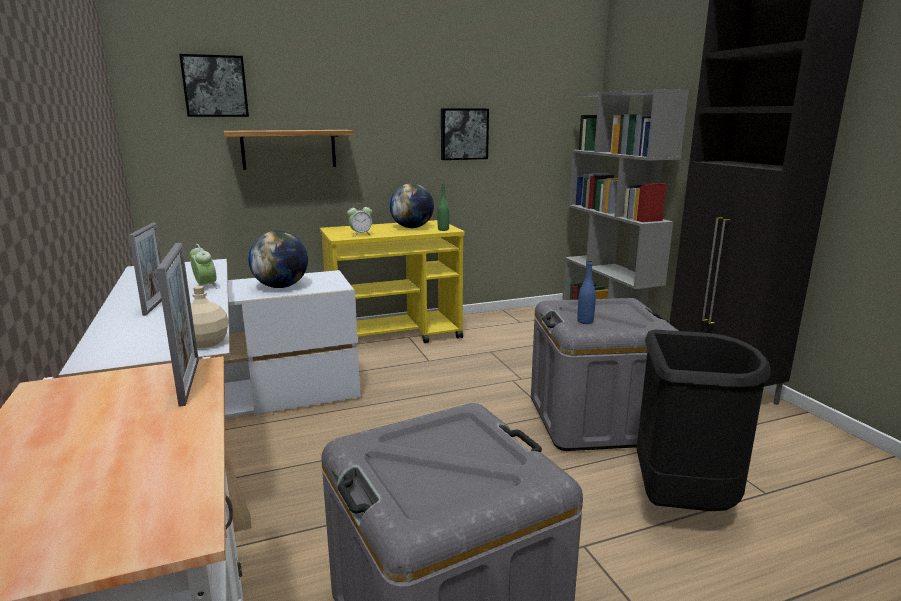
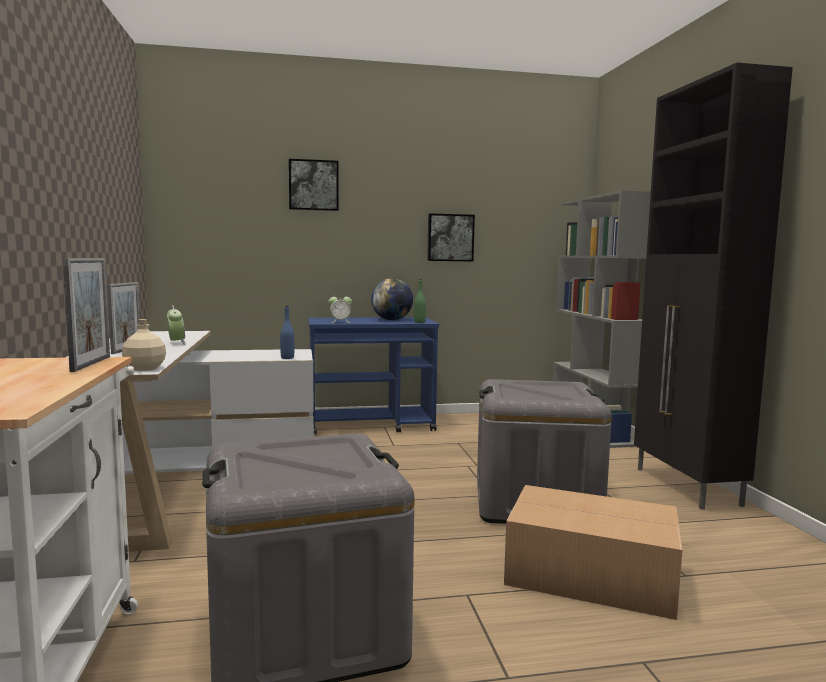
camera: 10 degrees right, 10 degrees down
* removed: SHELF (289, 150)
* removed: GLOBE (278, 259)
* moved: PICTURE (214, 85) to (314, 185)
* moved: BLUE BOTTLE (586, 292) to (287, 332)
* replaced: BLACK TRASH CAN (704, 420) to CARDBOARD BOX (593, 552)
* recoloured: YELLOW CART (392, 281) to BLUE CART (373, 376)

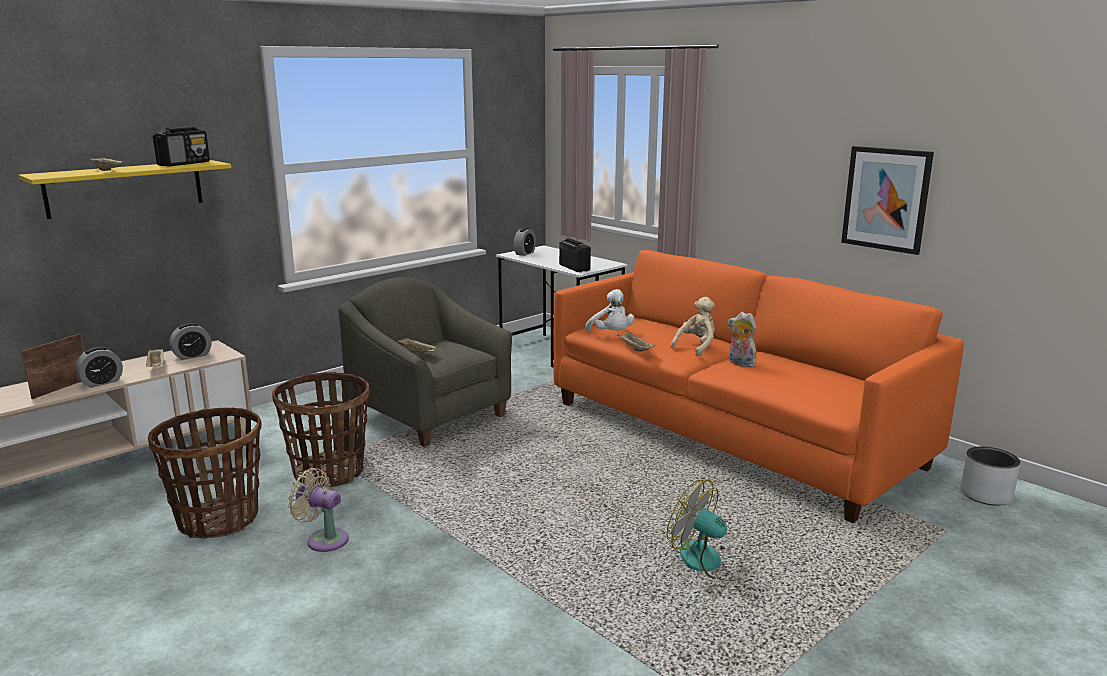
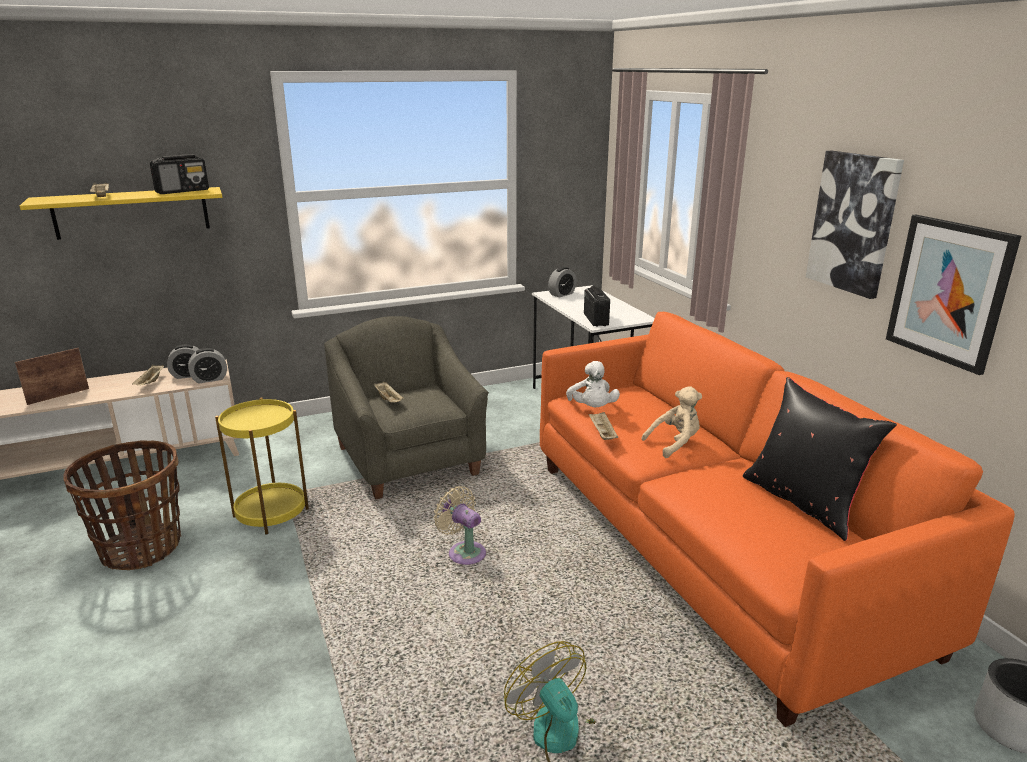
camera: 20 degrees right, 5 degrees up
* removed: PLUSH TOY (742, 339)
* added: BLACK PILLOW (820, 459)
* added: PICTURE (855, 225)
* moved: ALARM CLOCK (99, 367) to (207, 365)
* moved: BEIGE FAN (318, 510) to (460, 525)
* replaced: BASKET (321, 430) to YELLOW SIDE TABLE (262, 466)

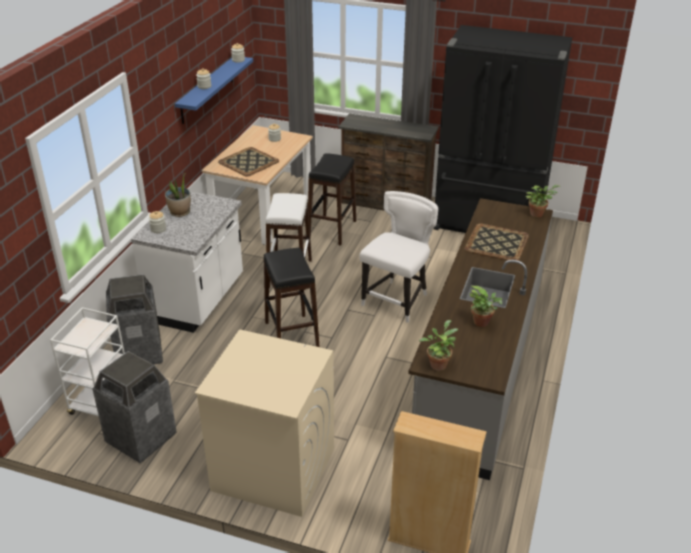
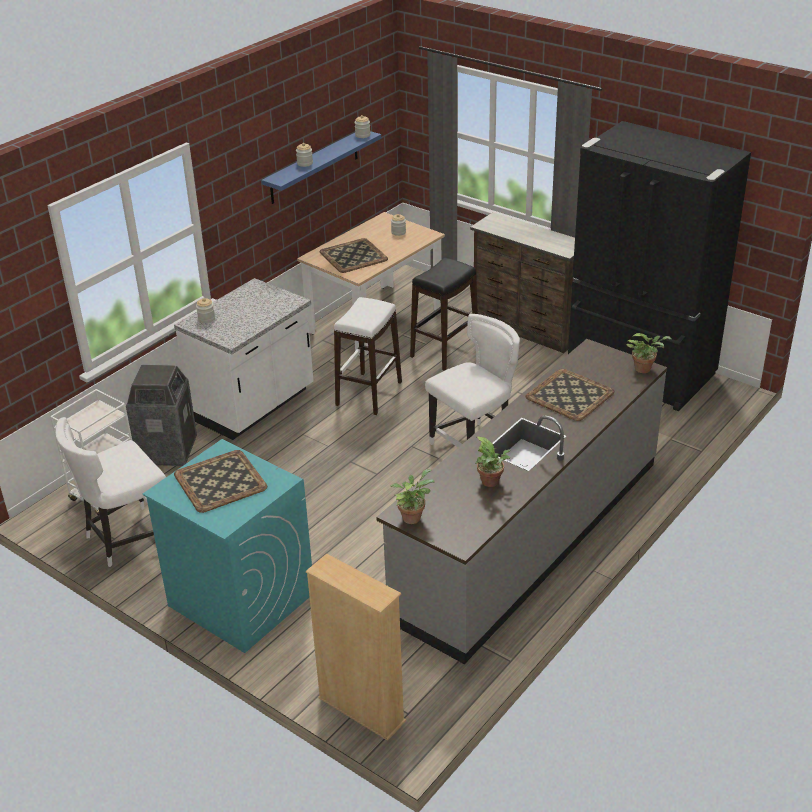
camera: 20 degrees right, 0 degrees up
* removed: POTTED PLANT (178, 195)
* removed: BLACK STOOL (292, 297)
* added: TRAY (220, 481)
* replaced: TRASH CAN (134, 407) to WHITE CHAIR (111, 492)
* recoloured: BEIGE WASHING MACHINE (264, 423) to TURQUOISE WASHING MACHINE (227, 546)

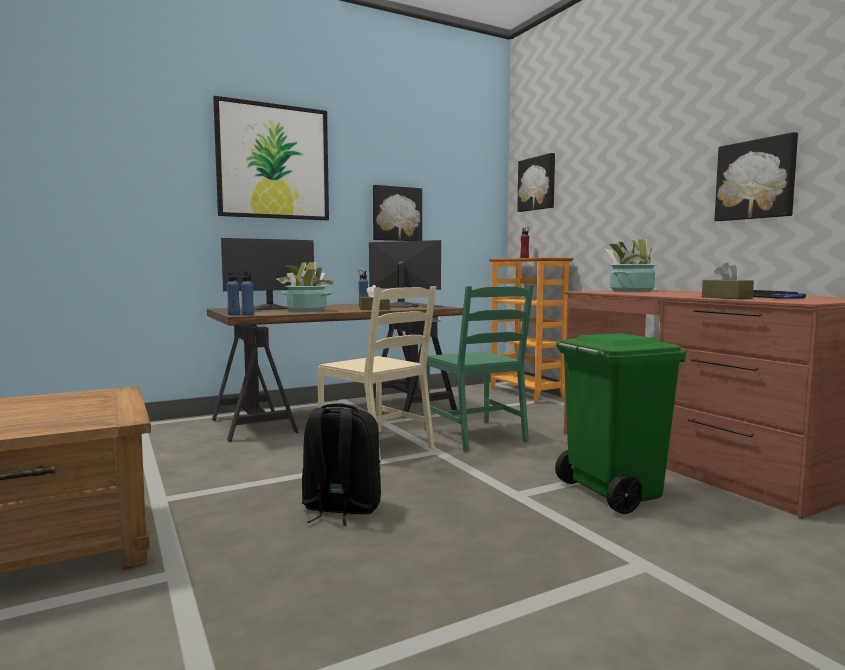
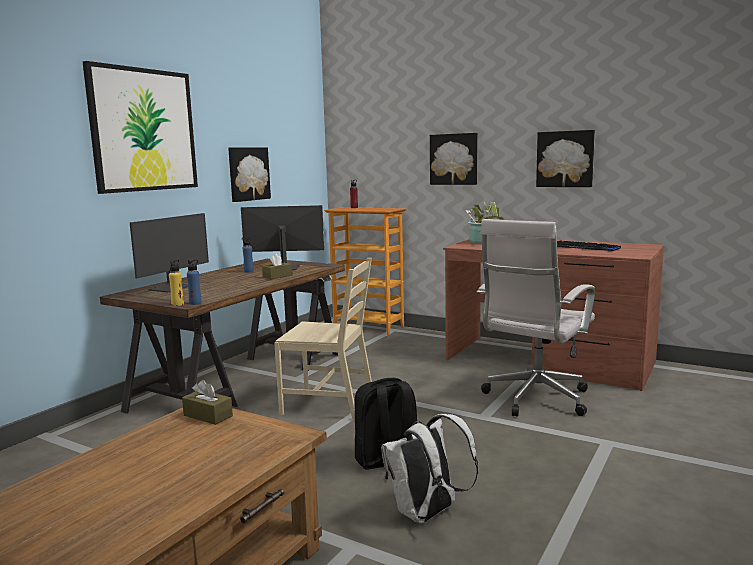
camera: 30 degrees left, 5 degrees up
* removed: POTTED PLANT (305, 287)
* removed: GREEN CHAIR (479, 368)
* added: WHITE BACKPACK (429, 469)
* moved: PICTURE (536, 182) to (454, 159)
* moved: BROWN TISSUE BOX (728, 281) to (207, 402)
* replaced: GREEN TRASH CAN (620, 423) to WHITE OFFICE CHAIR (536, 318)
* recoloured: BLUE BOTTLE (233, 293) to YELLOW BOTTLE (176, 283)

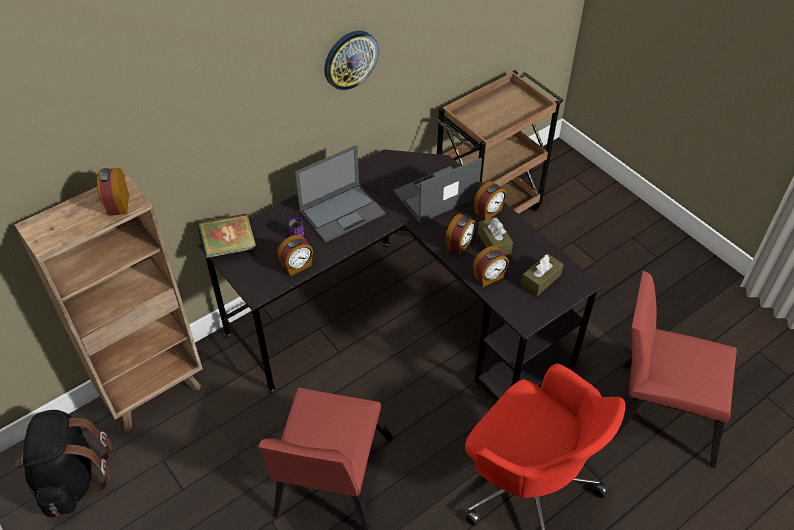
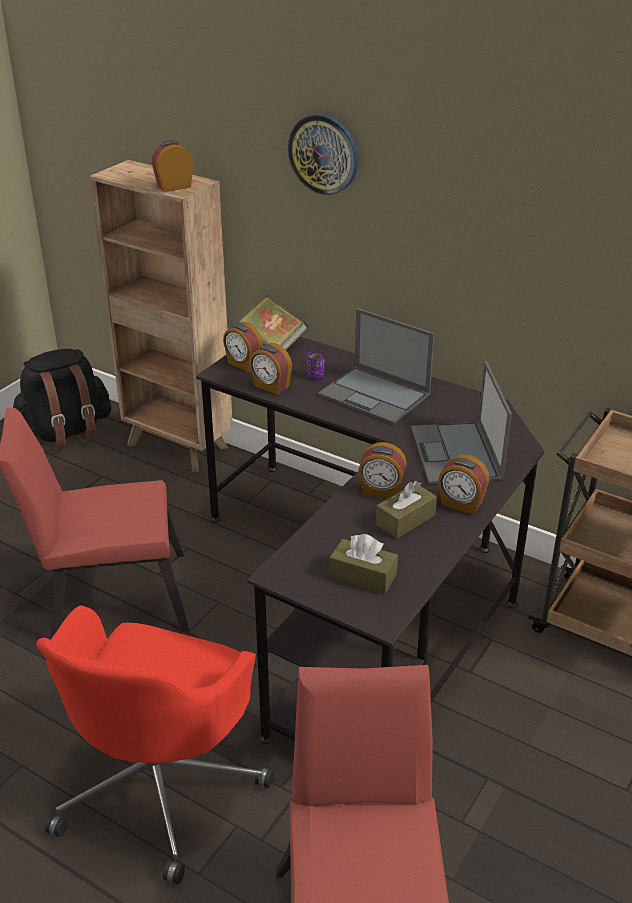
camera: 70 degrees right, 15 degrees down
* moved: WALL CLOCK (351, 60) to (323, 154)
* moved: ALARM CLOCK (491, 266) to (243, 347)
* turned: LAPTOP (437, 190) = (461, 422) 135 degrees counterclockwise

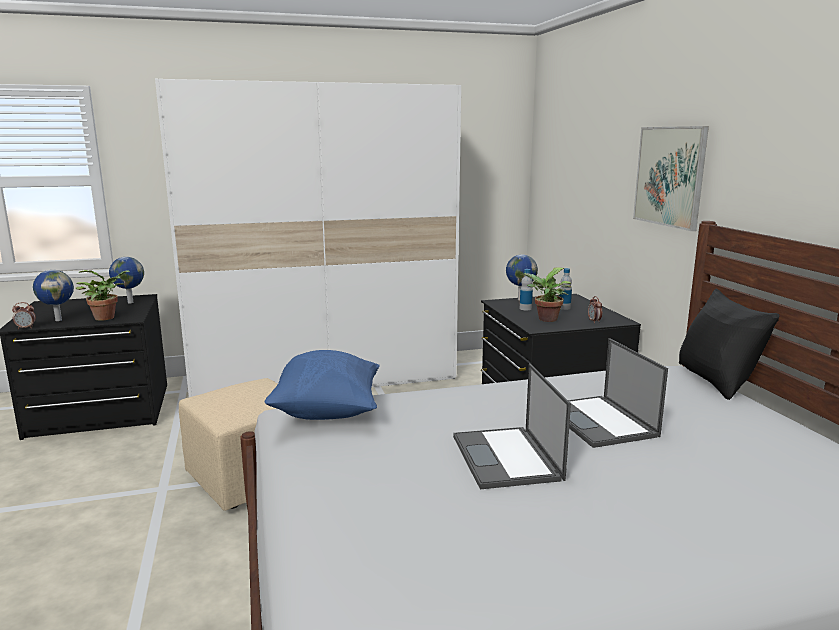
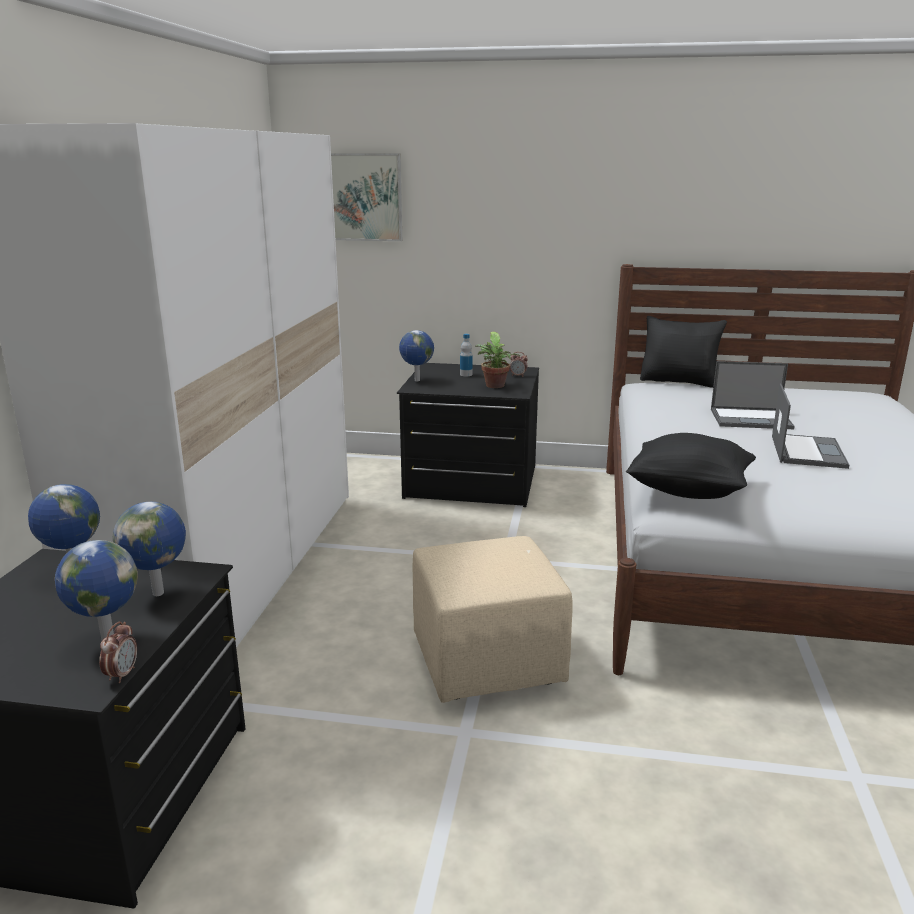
camera: 65 degrees left, 5 degrees up
* removed: BOTTLE (526, 289)
* moved: PICTURE (671, 178) to (366, 197)
* replaced: POTTED PLANT (103, 295) to GLOBE (149, 549)
* recoloured: BLUE PILLOW (322, 385) to BLACK PILLOW (691, 466)
* turned: LAPTOP (512, 426) = (810, 426) 90 degrees counterclockwise

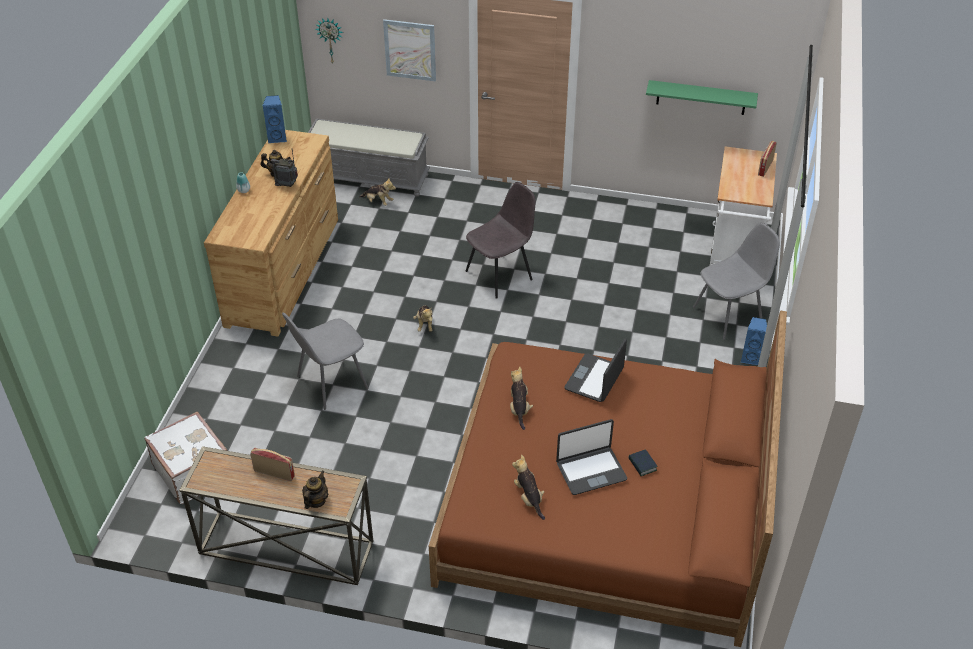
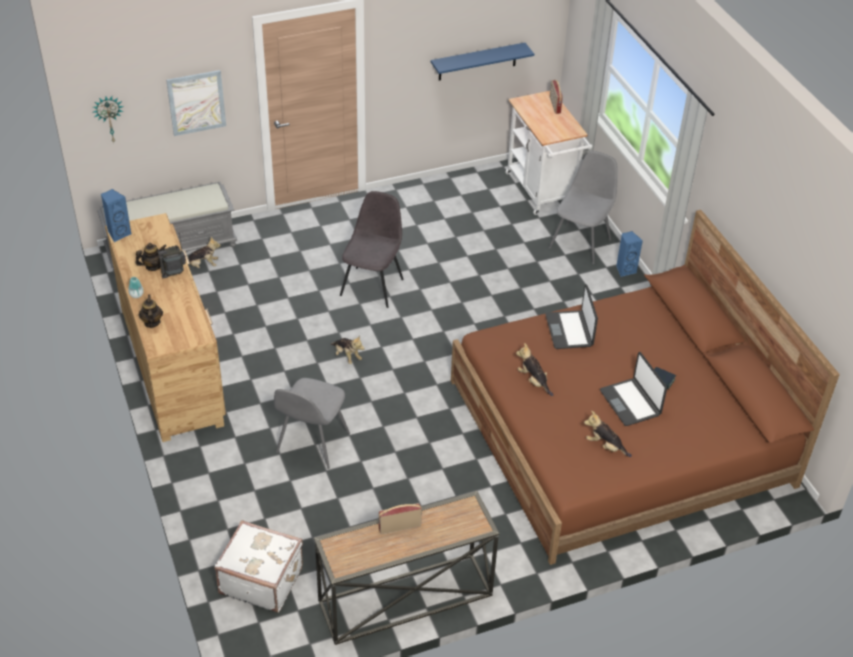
camera: 35 degrees left, 0 degrees up
* moved: TEAPOT (315, 490) to (151, 311)
* recoloured: GREEN SHELF (702, 97) to BLUE SHELF (482, 61)
* turned: LAPTOP (591, 457) = (633, 389) 120 degrees clockwise

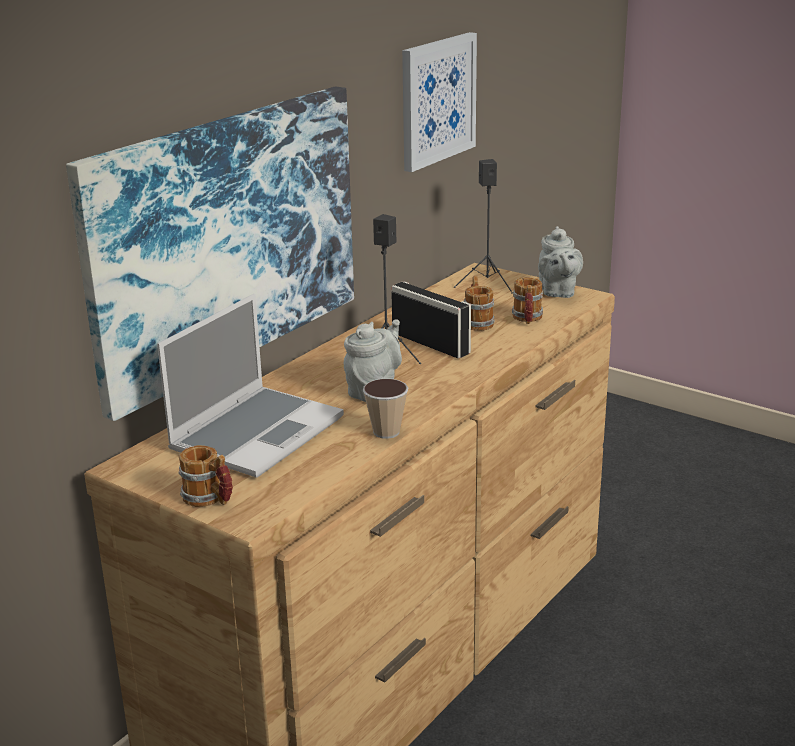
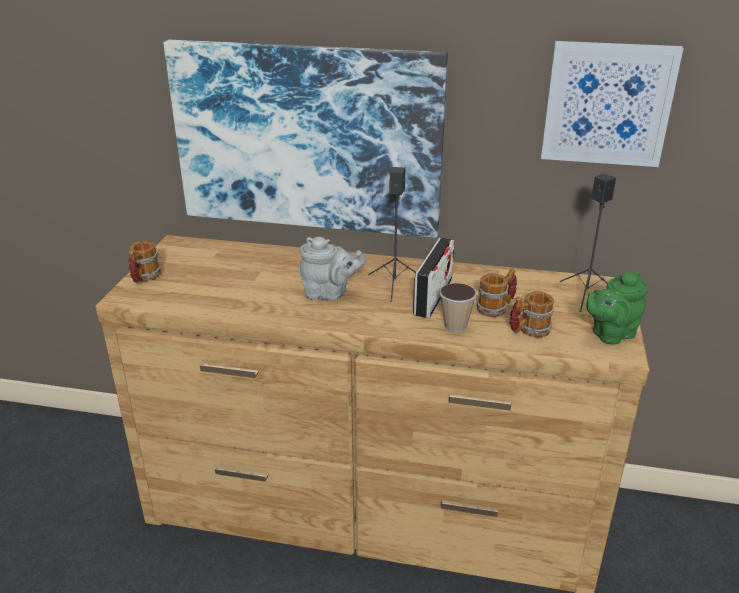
camera: 65 degrees right, 5 degrees up
* removed: LAPTOP (250, 386)
* moved: CUP (385, 409) to (458, 307)
* recoloured: GREY TEAPOT (560, 262) to GREEN TEAPOT (617, 308)

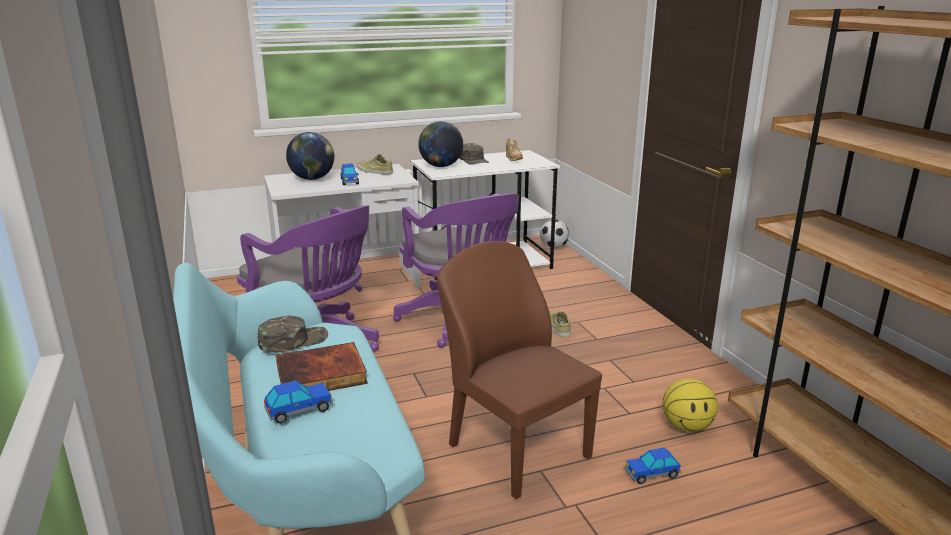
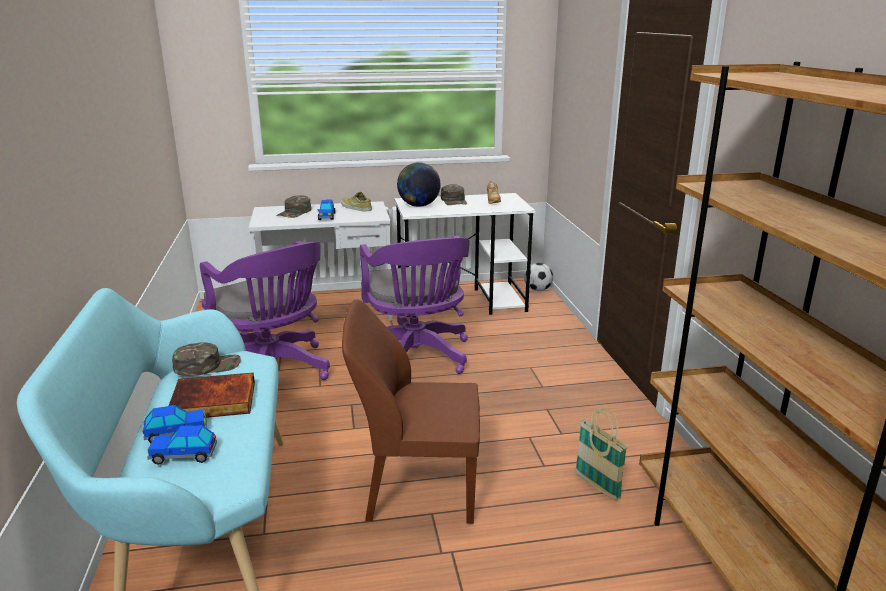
camera: 10 degrees right, 0 degrees up
* removed: BEIGE SHOE (560, 324)
* moved: TOY CAR (652, 466) to (182, 445)
* replaced: GLOBE (310, 156) to GREEN CAP (293, 206)
* replaced: BASKETBALL (690, 405) to BASKET (601, 454)
* turned: BROWN CHAIR (519, 370) = (411, 411) 60 degrees counterclockwise

